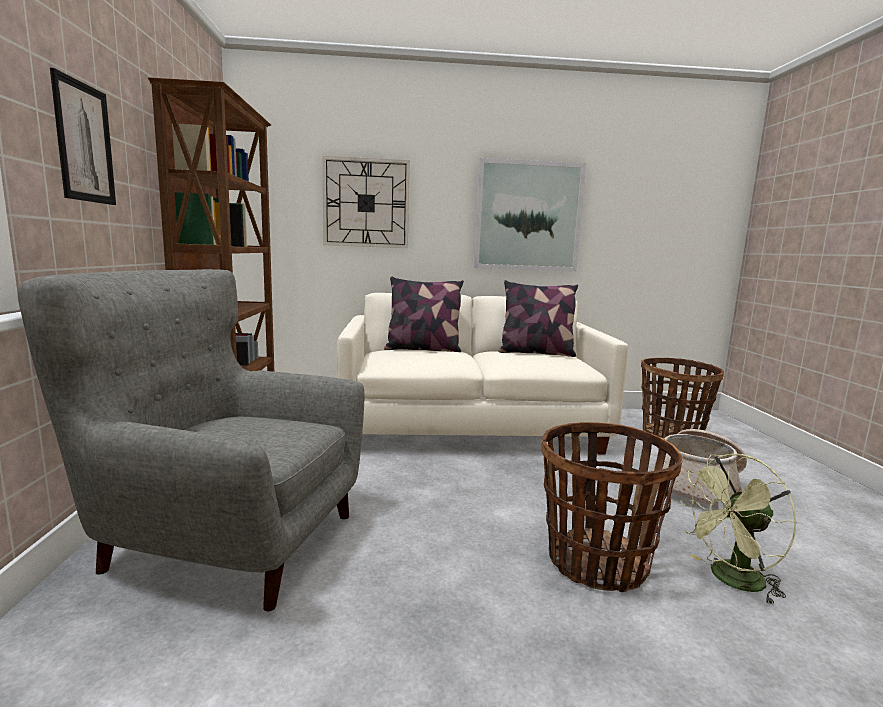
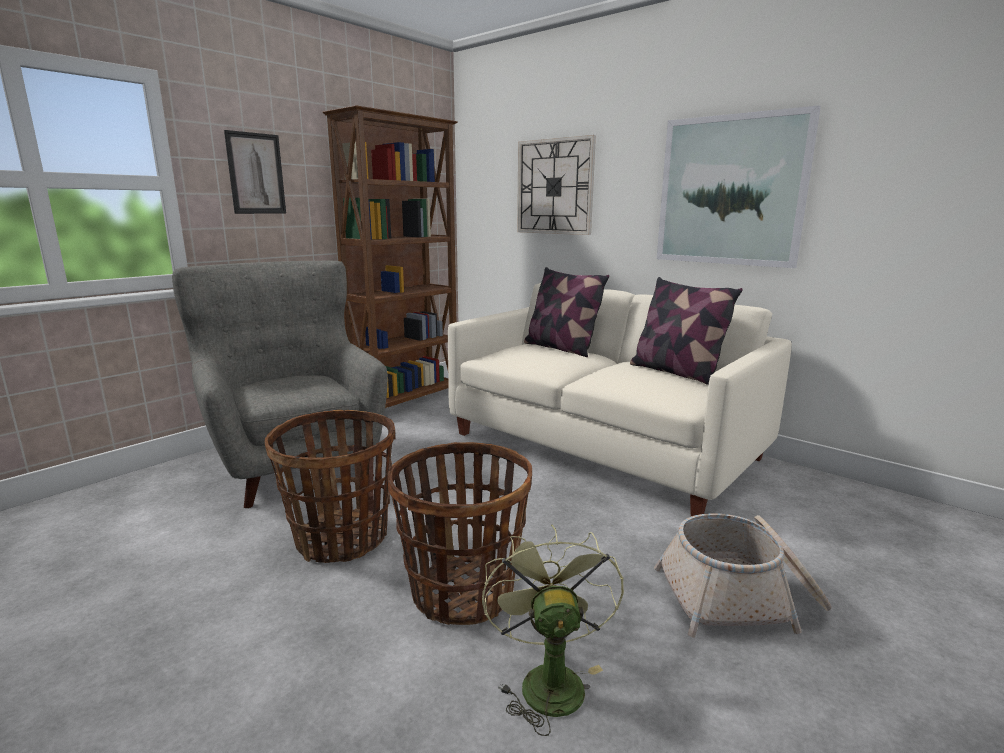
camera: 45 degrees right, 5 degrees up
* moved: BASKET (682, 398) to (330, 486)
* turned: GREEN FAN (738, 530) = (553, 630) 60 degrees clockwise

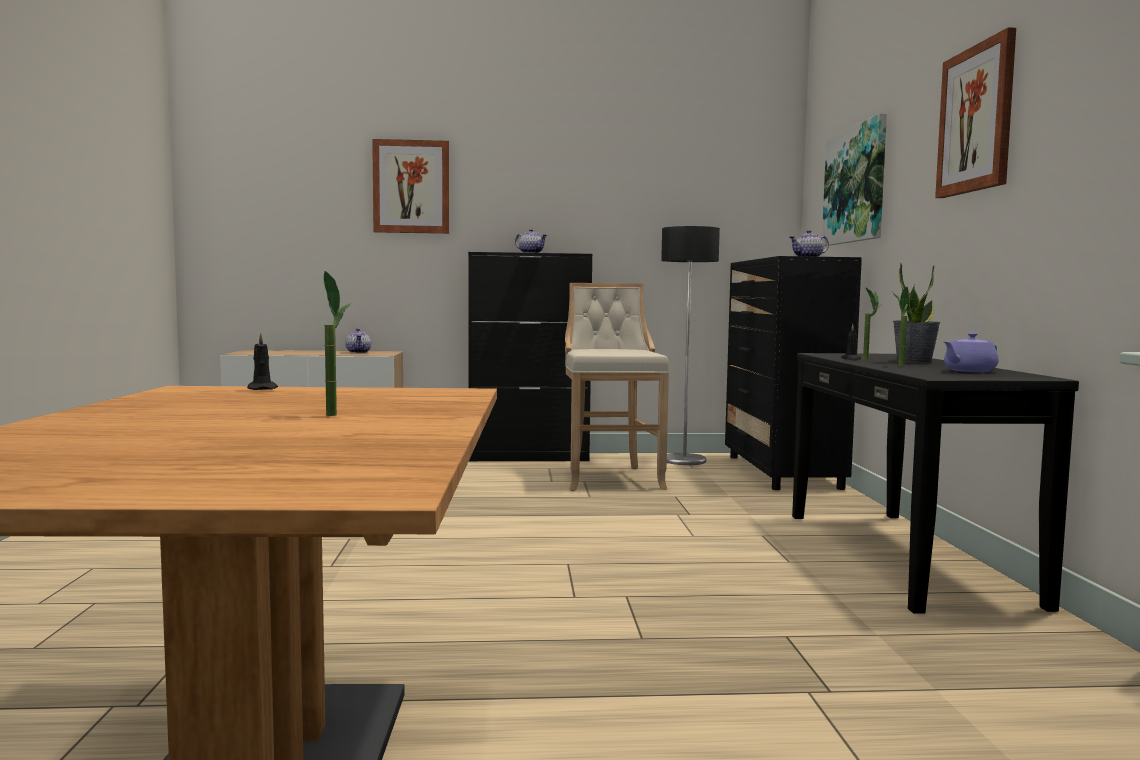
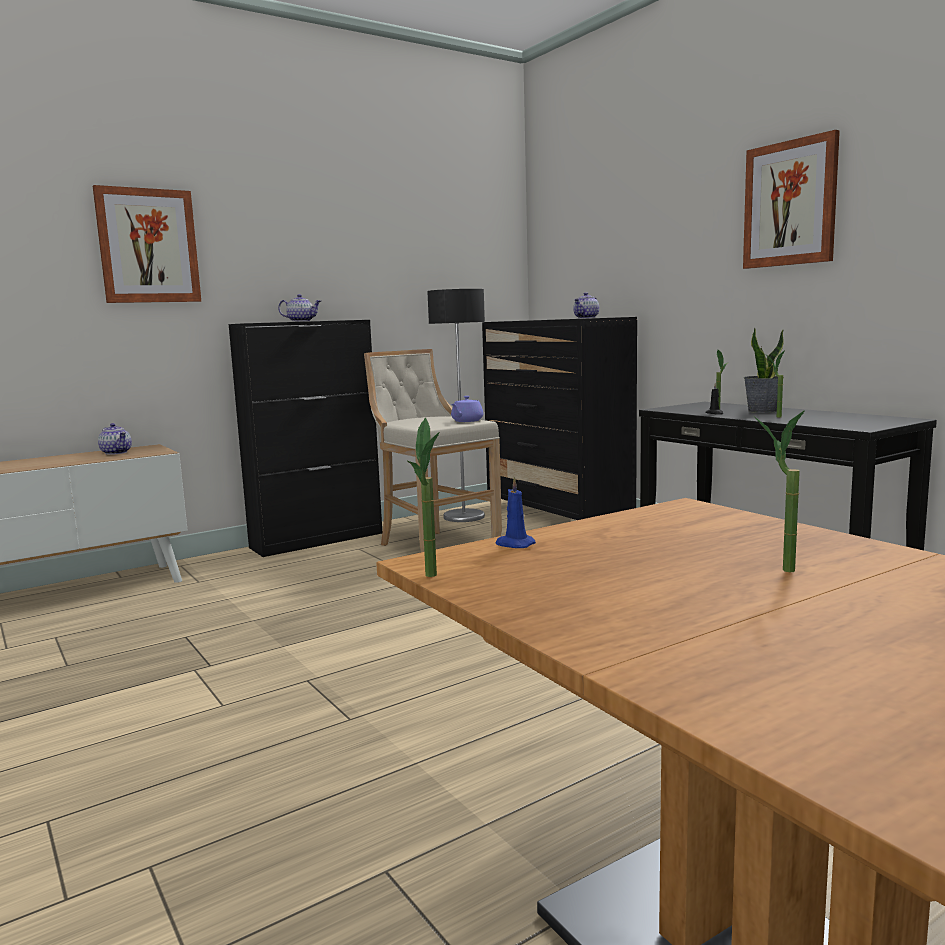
camera: 30 degrees left, 5 degrees up
* removed: PICTURE (854, 179)
* added: POTTED PLANT (423, 497)
* moved: PURPLE TEAPOT (971, 352) to (467, 409)
* recoloured: BLACK CANDLE (262, 361) to BLUE CANDLE (516, 512)

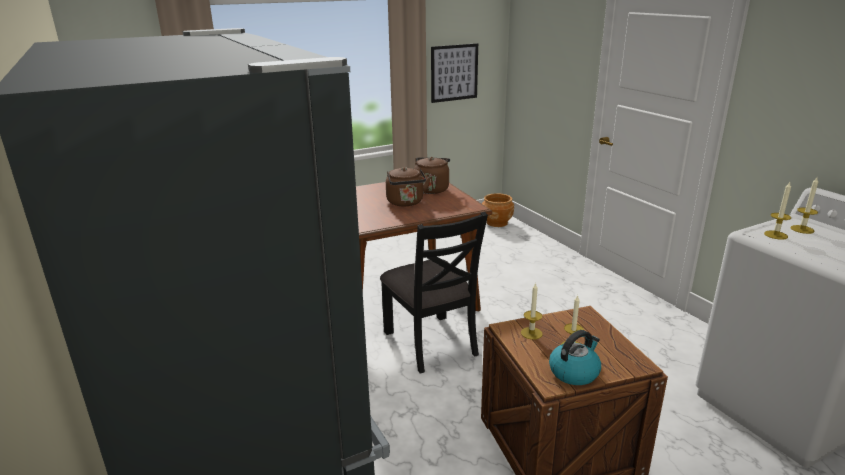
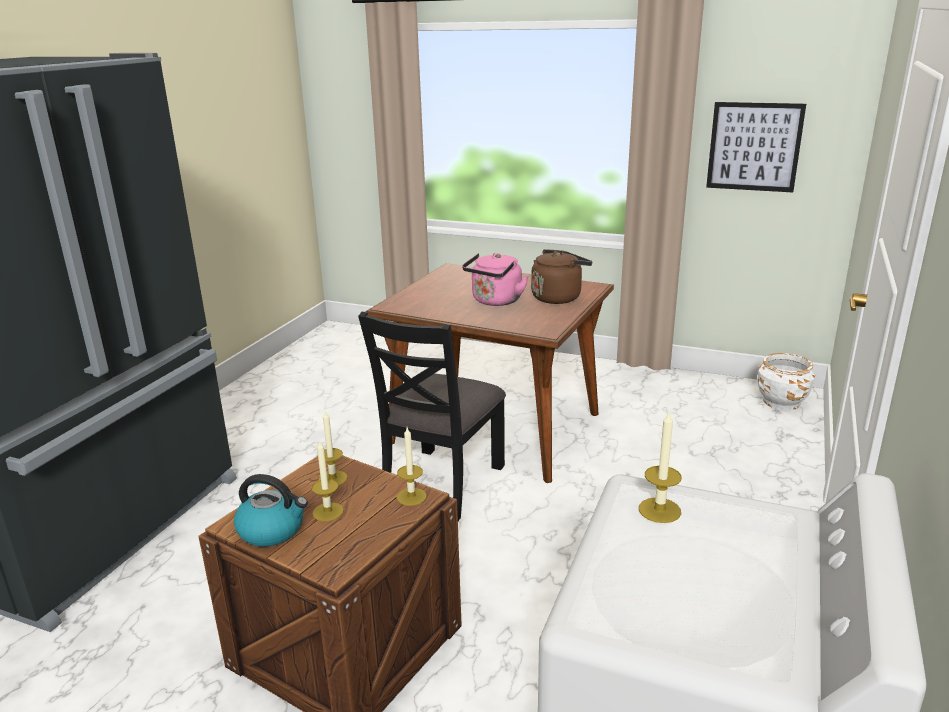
camera: 50 degrees right, 0 degrees up
* moved: CANDLE (804, 206) to (411, 467)
* recoloured: BROWN KETTLE (408, 186) to PINK KETTLE (495, 279)
* recoloured: BROWN PLANTER (498, 210) to WHITE PLANTER (786, 381)

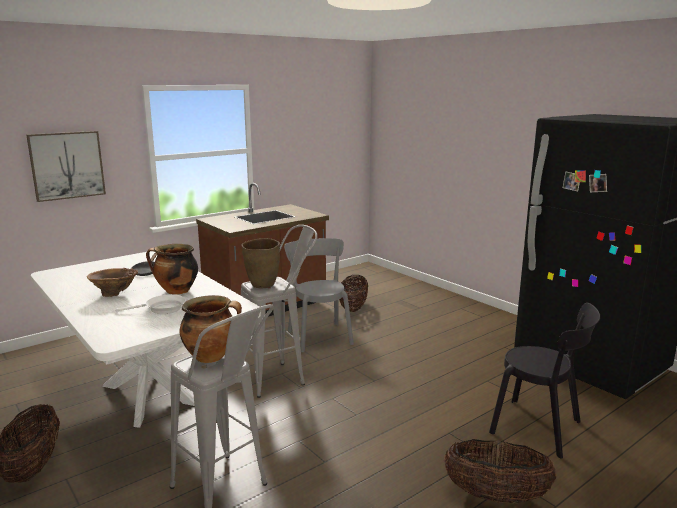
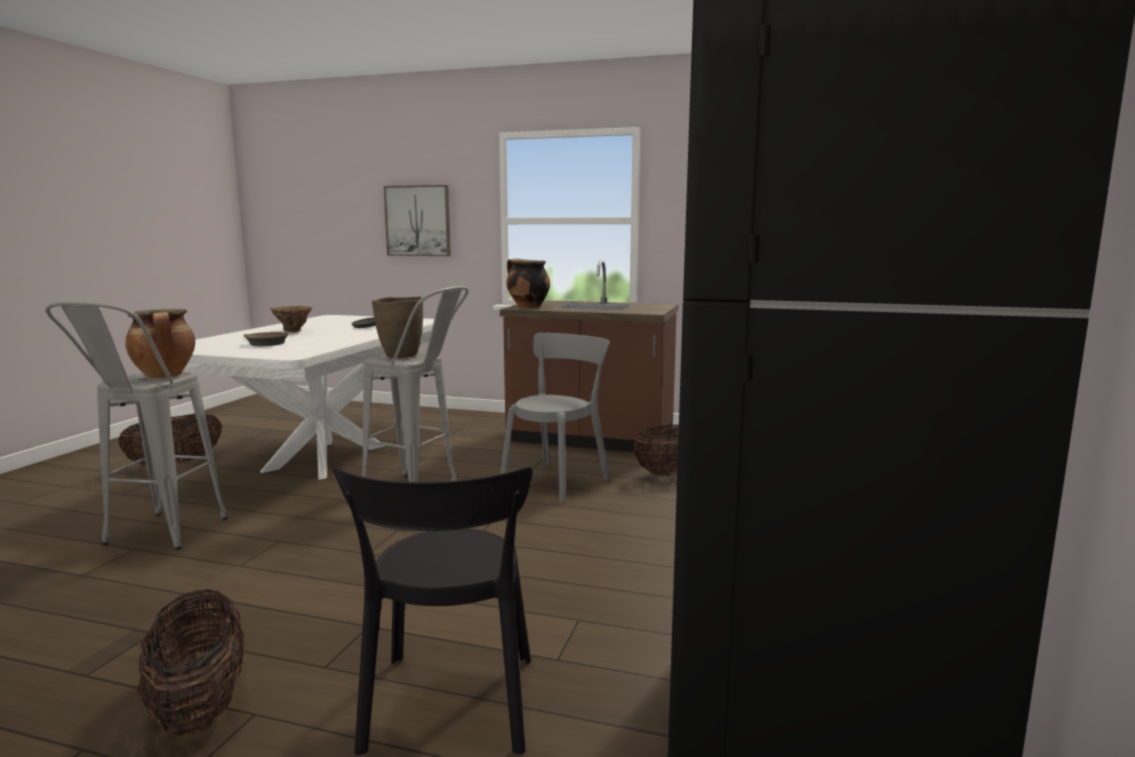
camera: 55 degrees right, 5 degrees down
* moved: COOKING POT (172, 269) to (528, 283)
* recoloured: WHITE FRYING PAN (150, 304) to BROWN FRYING PAN (266, 339)

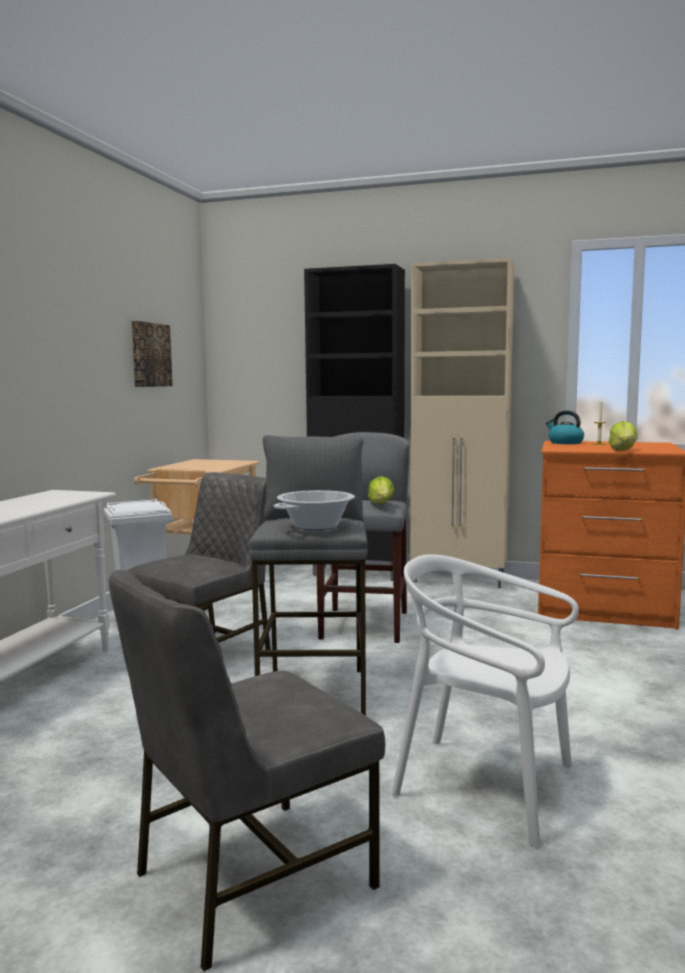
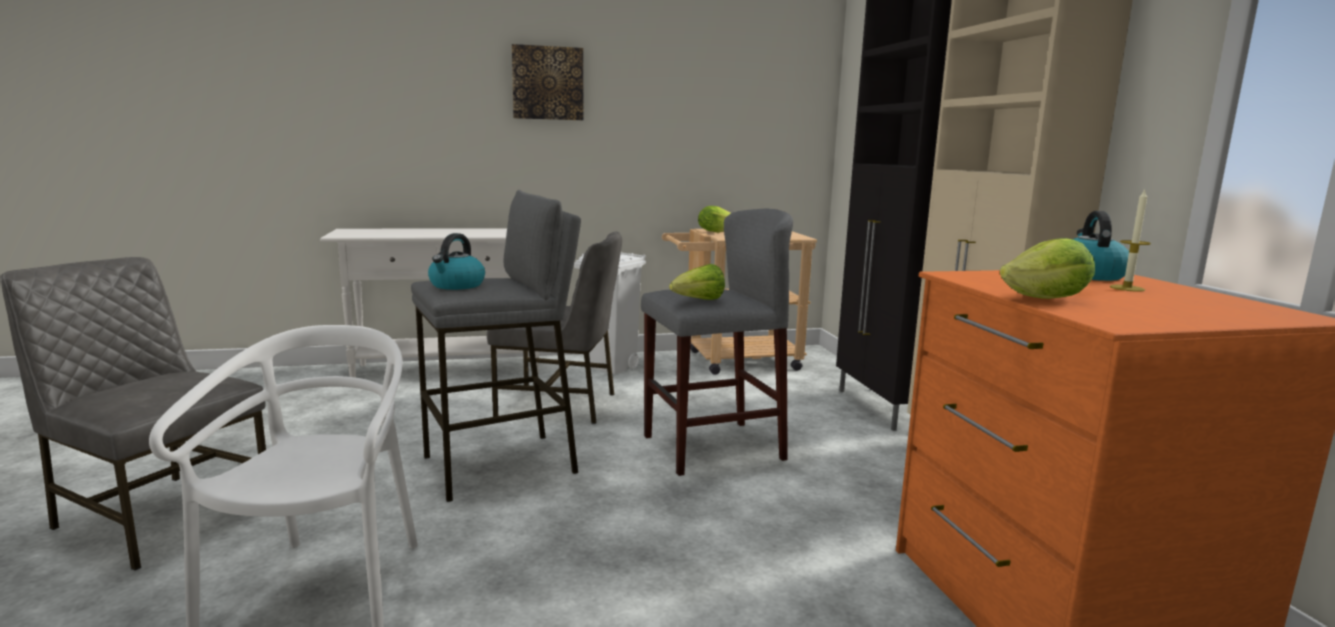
camera: 60 degrees right, 5 degrees up
* added: LETTUCE (714, 219)
* moved: PICTURE (152, 354) to (547, 82)
* replaced: COOKING POT (314, 510) to KETTLE (456, 261)

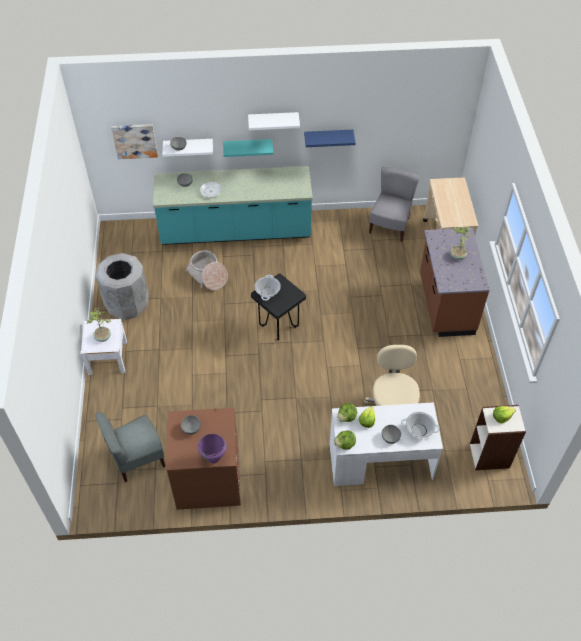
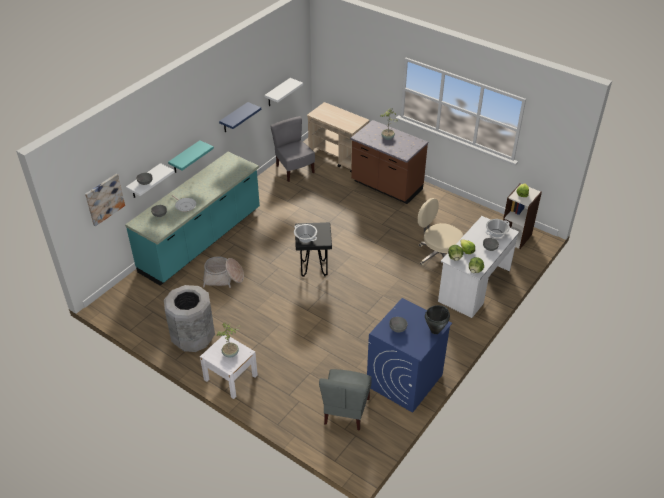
camera: 50 degrees left, 10 degrees down
* moved: WHITE SHELF (274, 121) to (283, 92)
* recoloured: BROWN WASHING MACHINE (203, 459) to BLUE WASHING MACHINE (409, 355)
* recoloured: PURPLE COOKING POT (212, 448) to BLACK COOKING POT (437, 319)

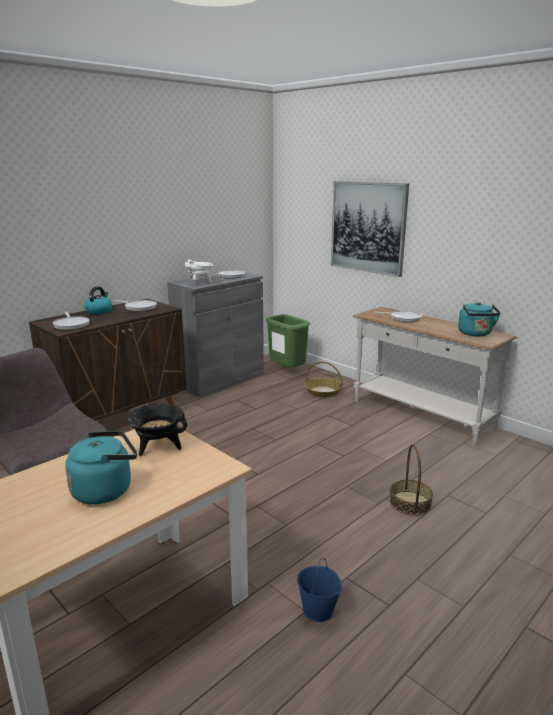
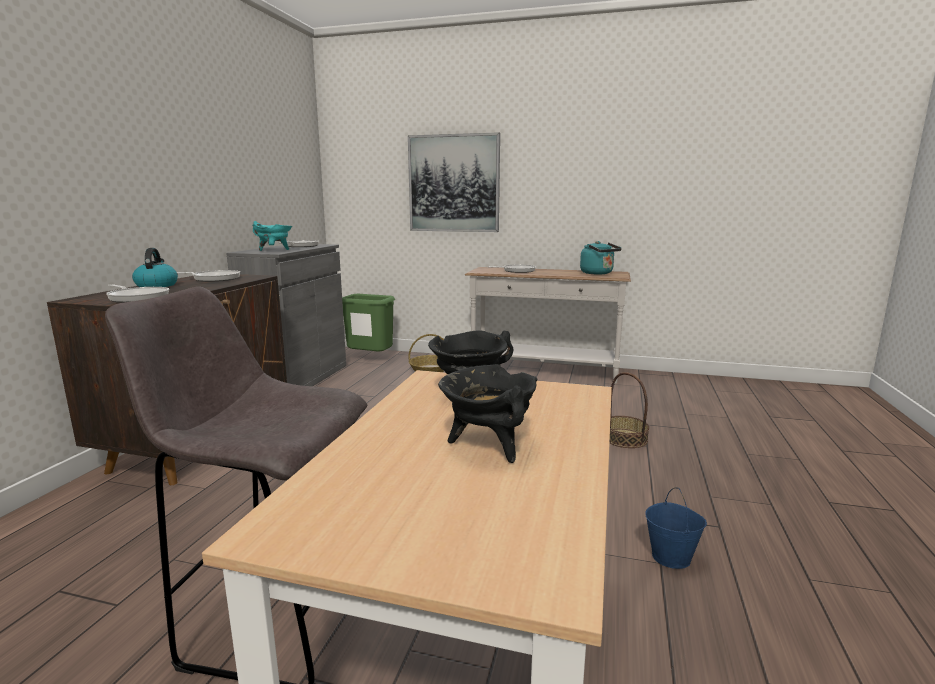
camera: 30 degrees left, 5 degrees down
* replaced: TURQUOISE KETTLE (101, 467) to BLACK COOKING POT (488, 413)
* recoloured: WHITE COOKING POT (199, 271) to TURQUOISE COOKING POT (272, 236)

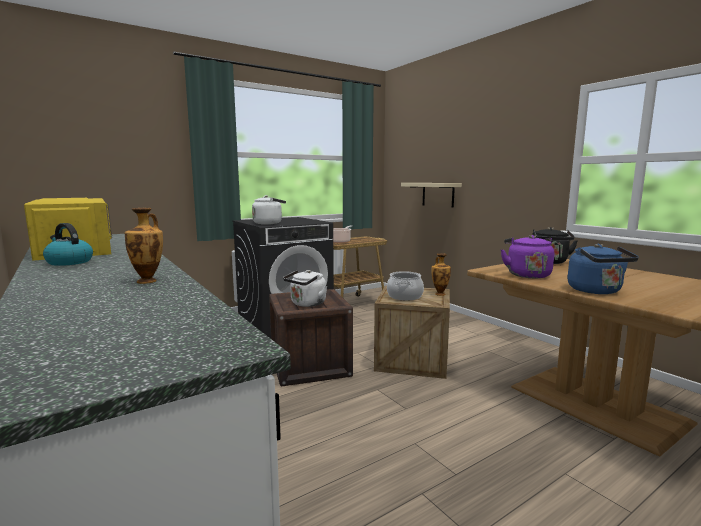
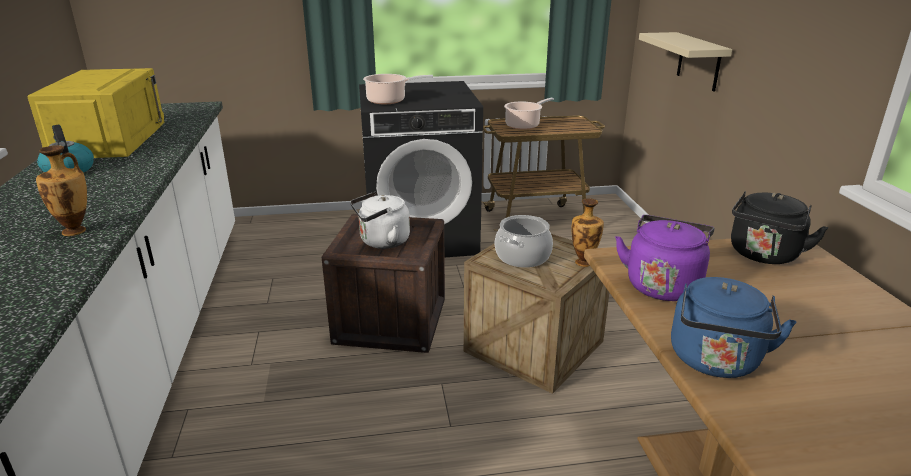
camera: 25 degrees right, 15 degrees up
* replaced: WHITE KETTLE (269, 210) to COOKING POT (398, 89)

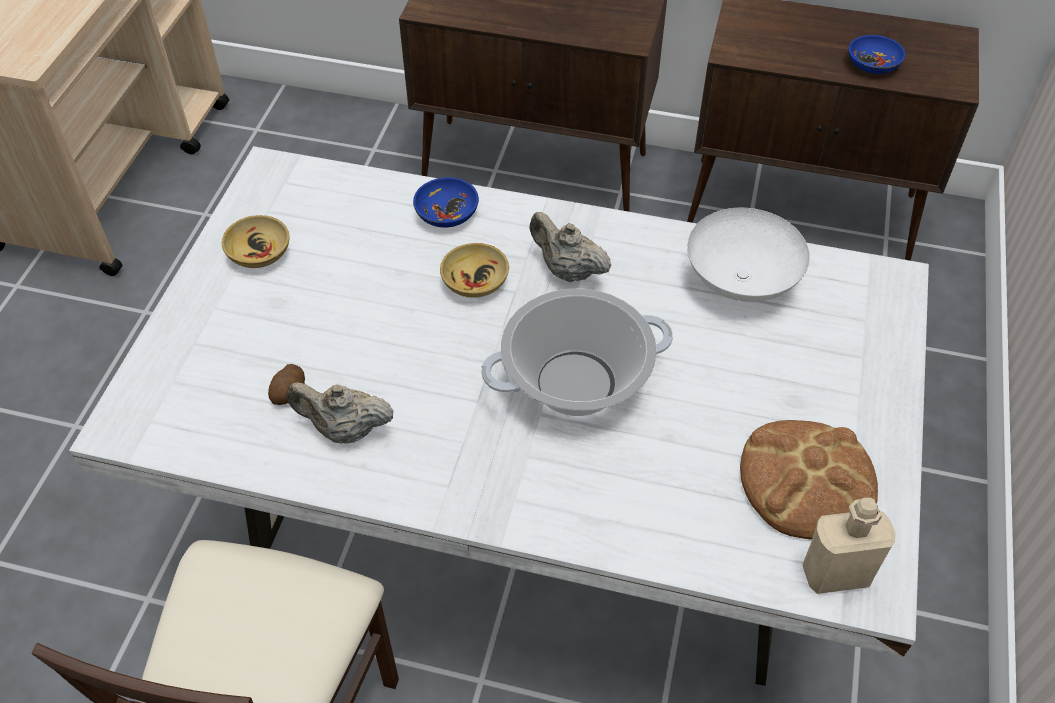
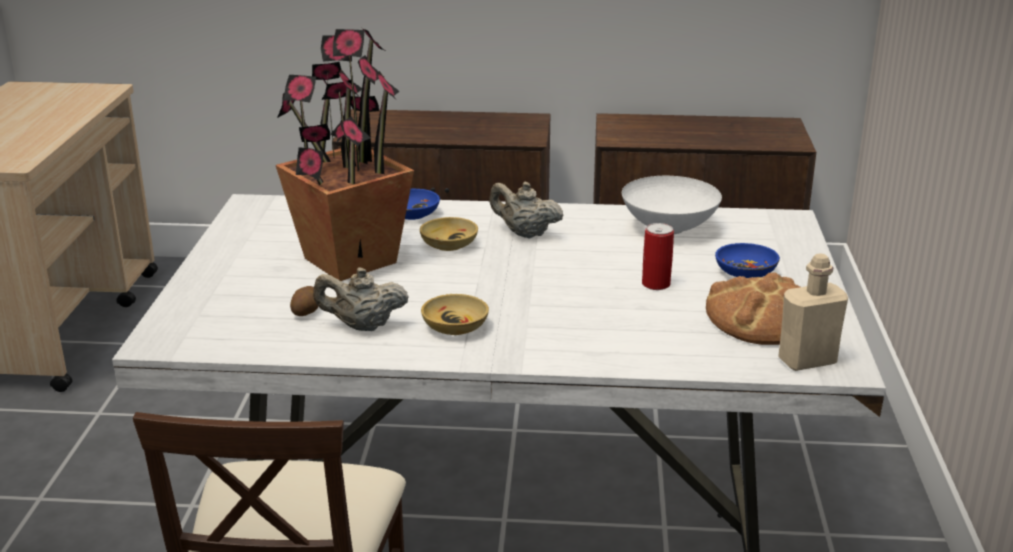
camera: 10 degrees left, 25 degrees down
* removed: COOKING POT (577, 352)
* added: POTTED PLANT (345, 154)
* added: CAN (658, 256)
* moved: BEIGE BOWL (255, 241) to (455, 314)
* moved: BLUE BOWL (877, 54) to (747, 260)

